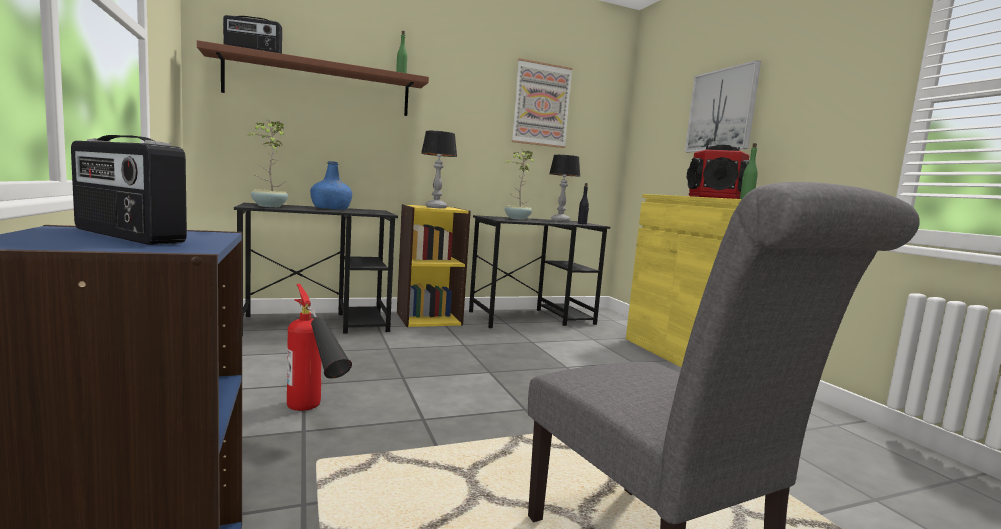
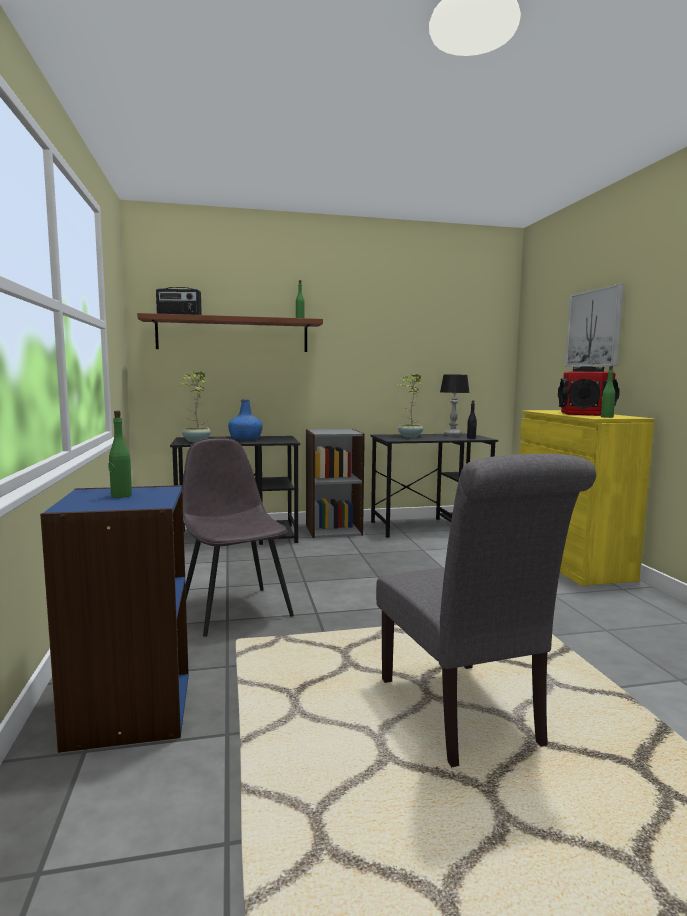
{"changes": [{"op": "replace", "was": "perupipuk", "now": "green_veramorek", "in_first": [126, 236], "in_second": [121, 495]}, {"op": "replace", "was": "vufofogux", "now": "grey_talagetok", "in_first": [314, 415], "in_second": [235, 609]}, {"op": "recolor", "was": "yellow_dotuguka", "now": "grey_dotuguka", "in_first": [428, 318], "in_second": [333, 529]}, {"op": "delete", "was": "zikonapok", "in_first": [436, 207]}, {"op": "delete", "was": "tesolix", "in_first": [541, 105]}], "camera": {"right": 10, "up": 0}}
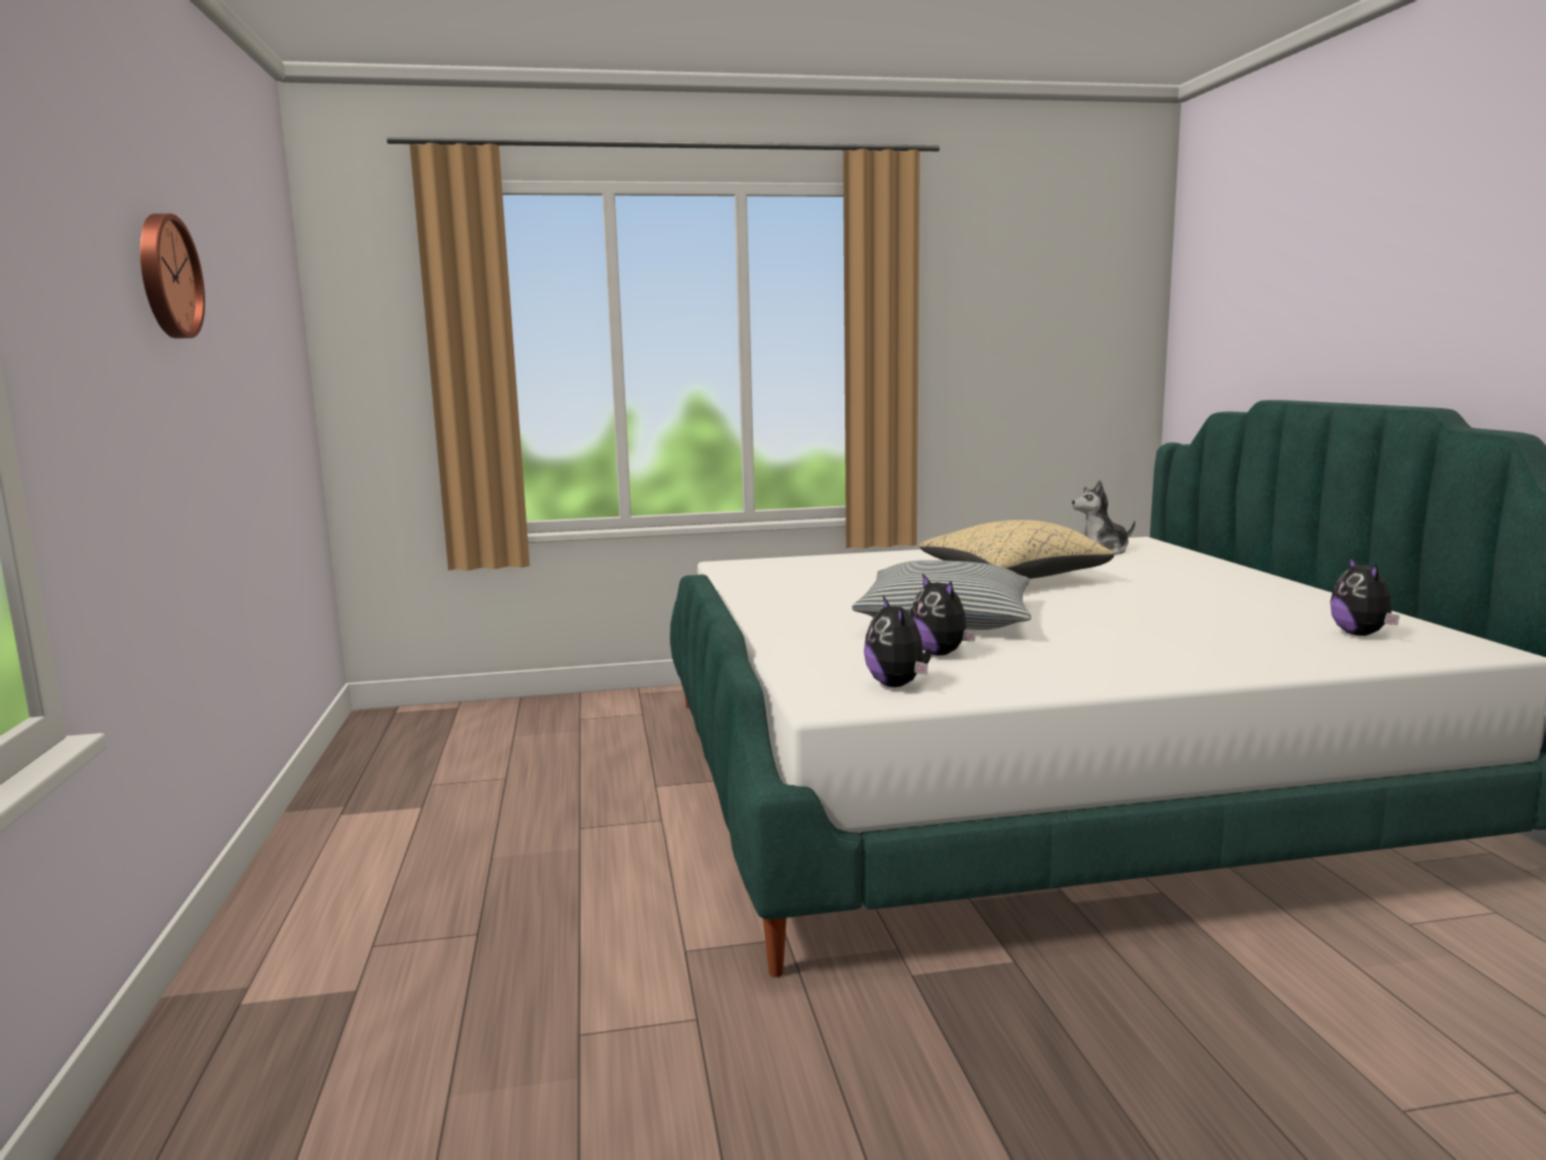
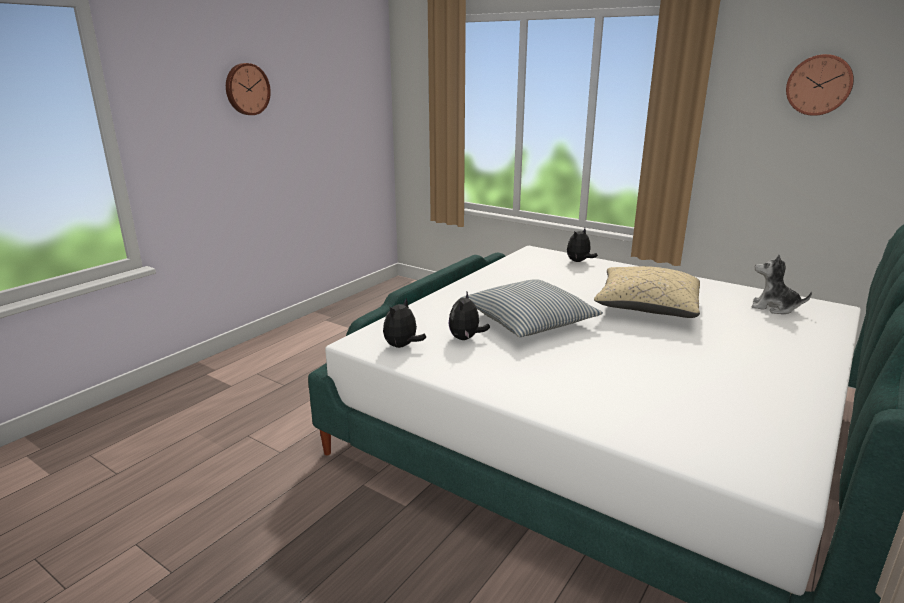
{"changes": [{"op": "move", "was": "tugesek", "in_first": [1361, 634], "in_second": [579, 261]}, {"op": "insert", "now": "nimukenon", "in_second": [819, 85]}], "camera": {"right": 45, "up": 10}}
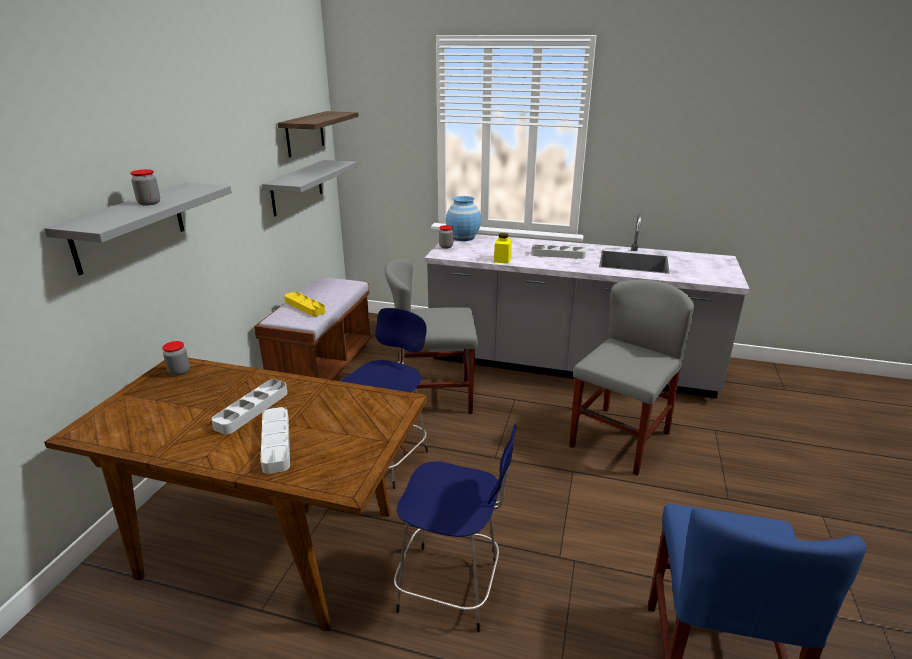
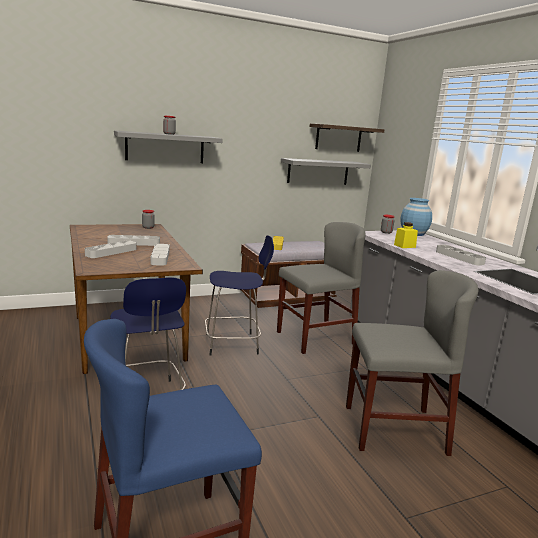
{"changes": [{"op": "rotate", "was": "grey_talagetok", "in_first": [433, 397], "in_second": [315, 338], "clockwise": 105}, {"op": "insert", "now": "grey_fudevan", "in_second": [160, 257]}], "camera": {"right": 50, "up": -10}}
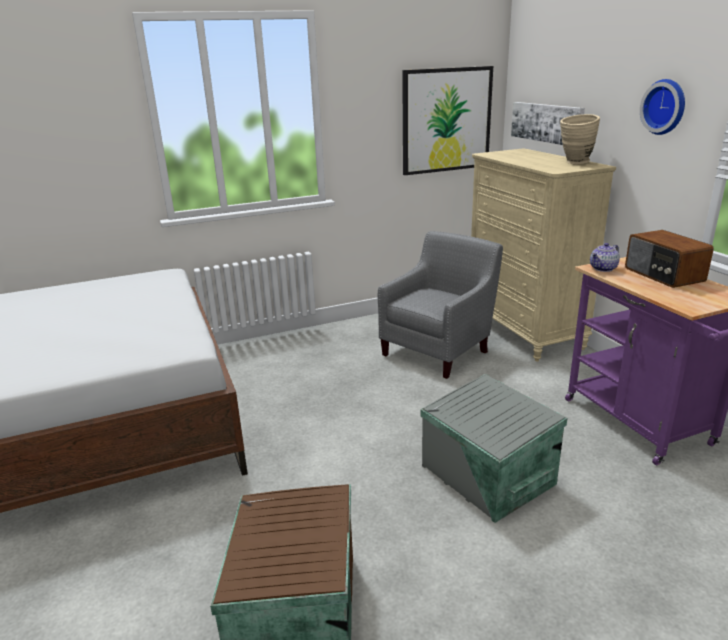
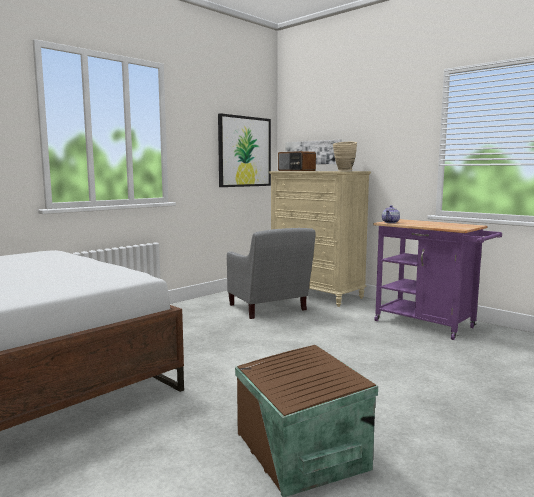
{"changes": [{"op": "rotate", "was": "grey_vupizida", "in_first": [439, 350], "in_second": [268, 309], "clockwise": 135}, {"op": "delete", "was": "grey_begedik", "in_first": [487, 476]}, {"op": "move", "was": "perupipuk", "in_first": [663, 275], "in_second": [296, 171]}, {"op": "delete", "was": "nimukenon", "in_first": [665, 107]}], "camera": {"right": -25, "up": -15}}
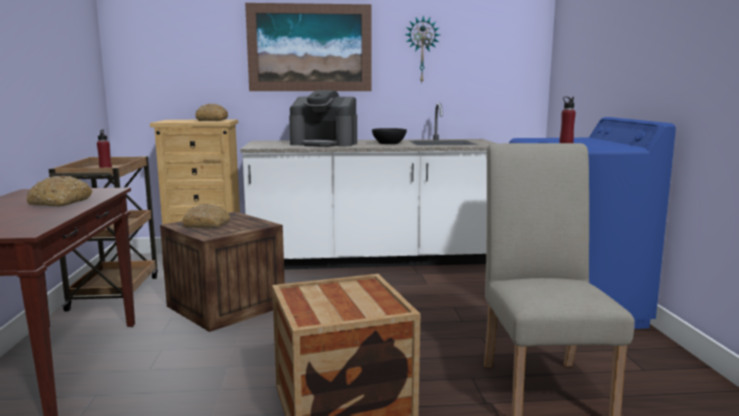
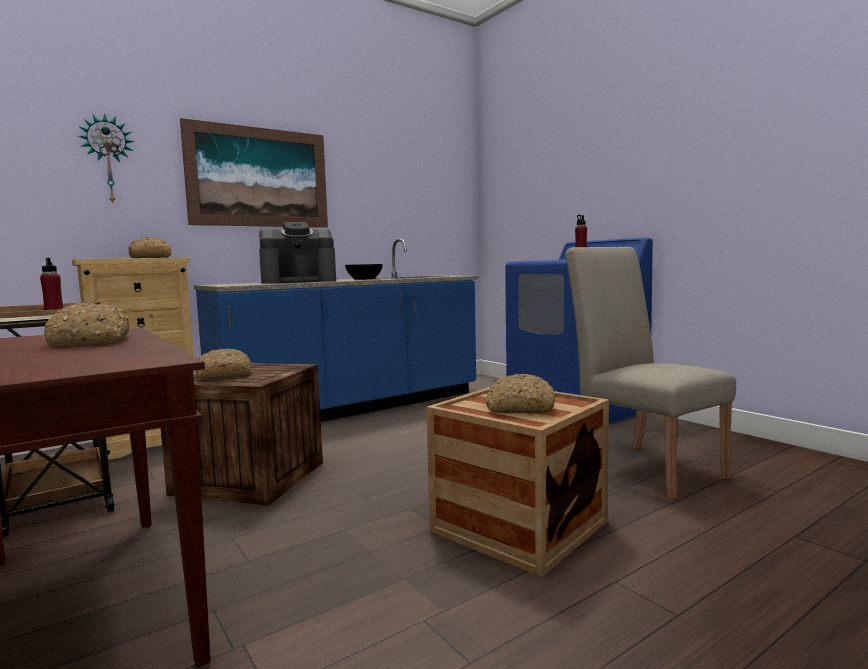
{"changes": [{"op": "recolor", "was": "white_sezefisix", "now": "blue_sezefisix", "in_first": [372, 260], "in_second": [352, 408]}, {"op": "move", "was": "nimukenon", "in_first": [422, 50], "in_second": [108, 160]}, {"op": "insert", "now": "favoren", "in_second": [519, 408]}], "camera": {"right": -30, "up": -5}}
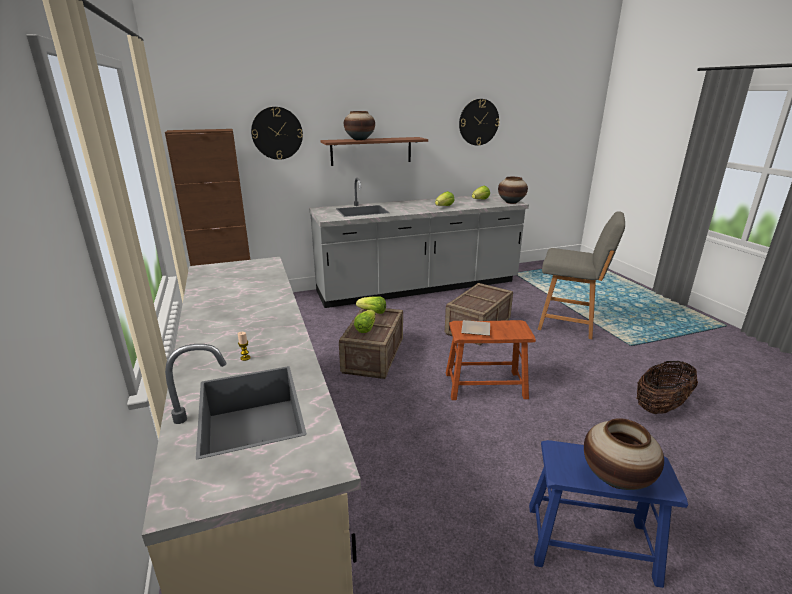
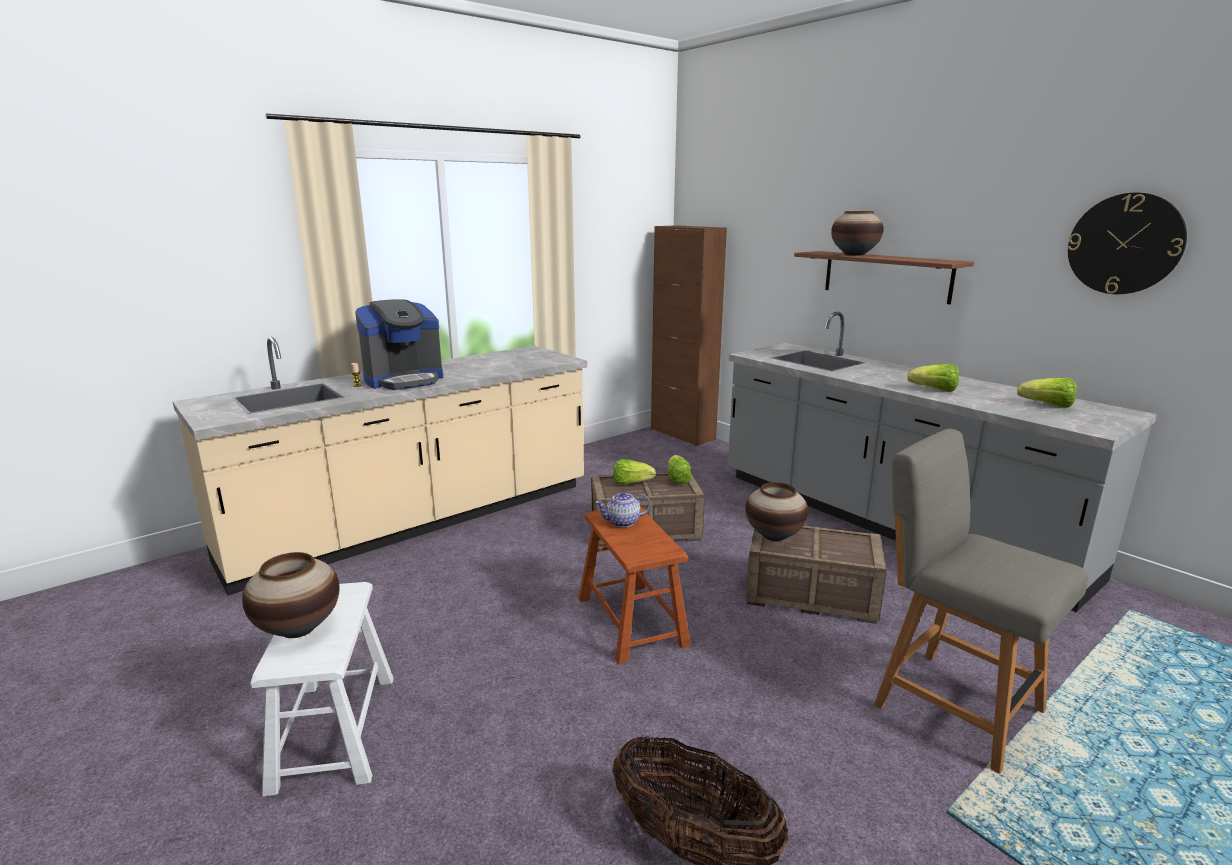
{"changes": [{"op": "delete", "was": "nimukenon", "in_first": [277, 133]}, {"op": "replace", "was": "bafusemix", "now": "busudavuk", "in_first": [476, 329], "in_second": [623, 522]}, {"op": "move", "was": "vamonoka", "in_first": [511, 202], "in_second": [774, 536]}, {"op": "recolor", "was": "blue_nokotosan", "now": "white_nokotosan", "in_first": [590, 542], "in_second": [334, 731]}, {"op": "rotate", "was": "grey_talagetok", "in_first": [569, 324], "in_second": [952, 704], "clockwise": 135}, {"op": "insert", "now": "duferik", "in_second": [404, 380]}], "camera": {"right": 70, "up": -5}}
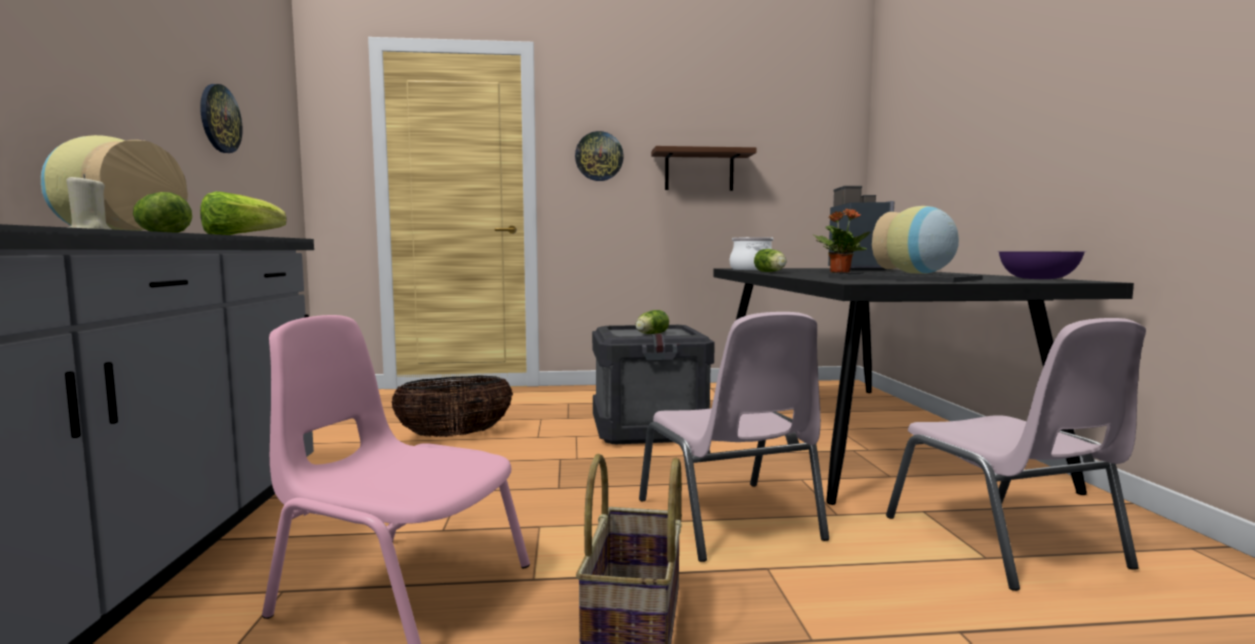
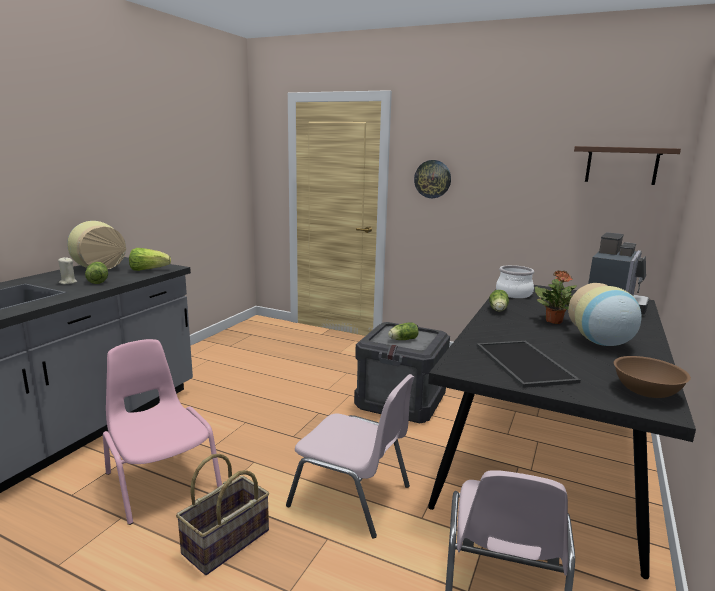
{"changes": [{"op": "delete", "was": "nimukenon", "in_first": [219, 119]}, {"op": "delete", "was": "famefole", "in_first": [455, 435]}, {"op": "rotate", "was": "pink_talagetok", "in_first": [729, 520], "in_second": [352, 496], "clockwise": -75}, {"op": "move", "was": "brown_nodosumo", "in_first": [699, 171], "in_second": [621, 165]}, {"op": "recolor", "was": "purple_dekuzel", "now": "brown_dekuzel", "in_first": [1039, 279], "in_second": [646, 391]}], "camera": {"right": 30, "up": 10}}
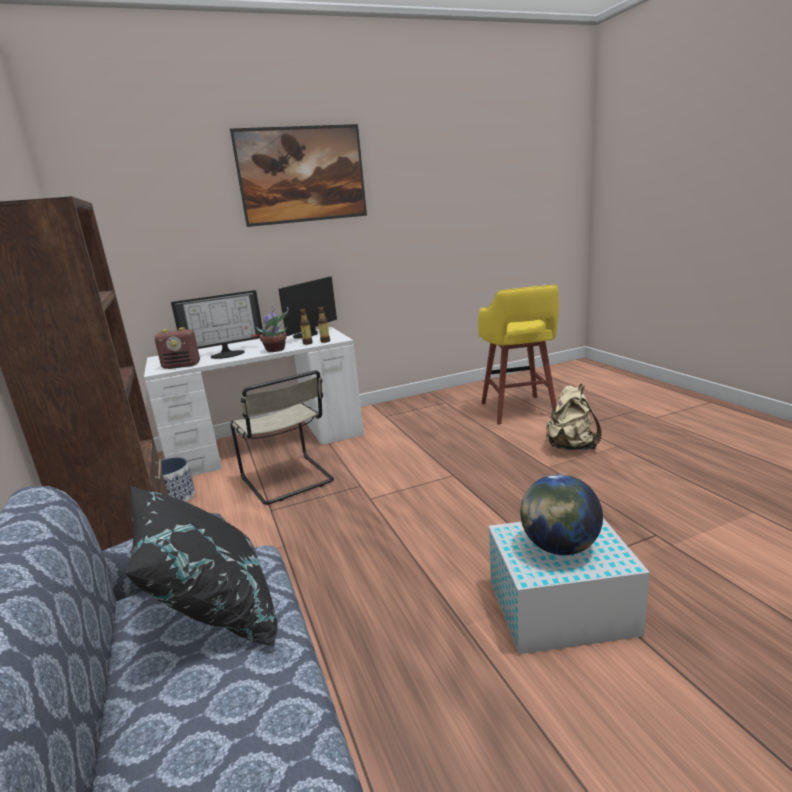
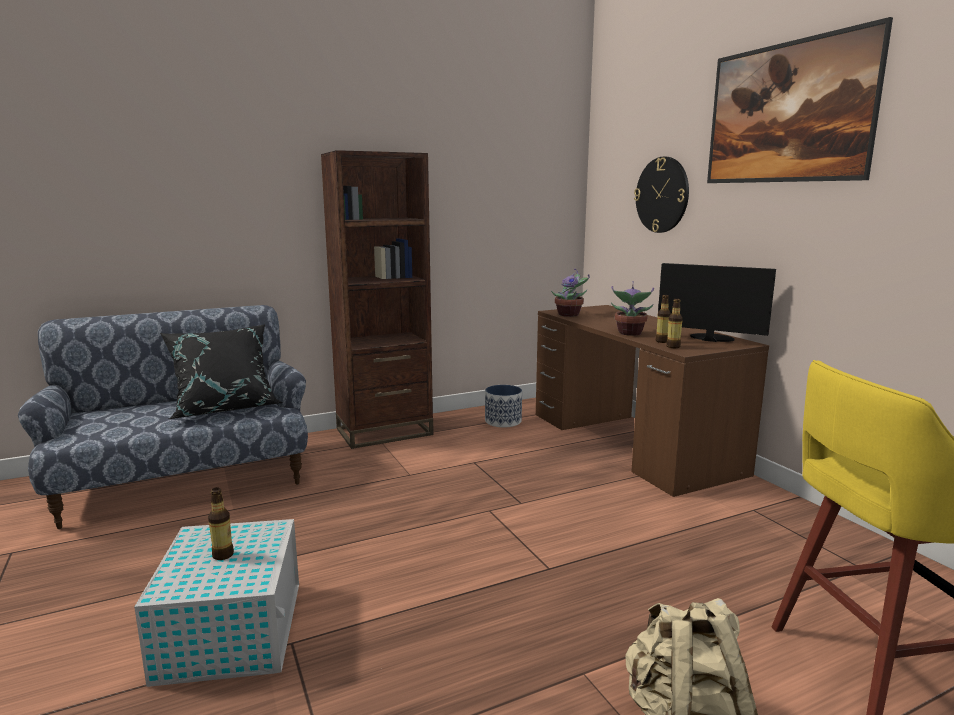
{"changes": [{"op": "recolor", "was": "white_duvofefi", "now": "brown_duvofefi", "in_first": [267, 442], "in_second": [630, 442]}, {"op": "replace", "was": "perupipuk", "now": "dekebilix", "in_first": [182, 366], "in_second": [570, 315]}, {"op": "delete", "was": "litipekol", "in_first": [227, 354]}, {"op": "delete", "was": "beige_talagetok", "in_first": [289, 481]}, {"op": "replace", "was": "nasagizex", "now": "veramorek", "in_first": [559, 547], "in_second": [223, 555]}, {"op": "insert", "now": "nimukenon", "in_second": [662, 195]}], "camera": {"right": 85, "up": -5}}
